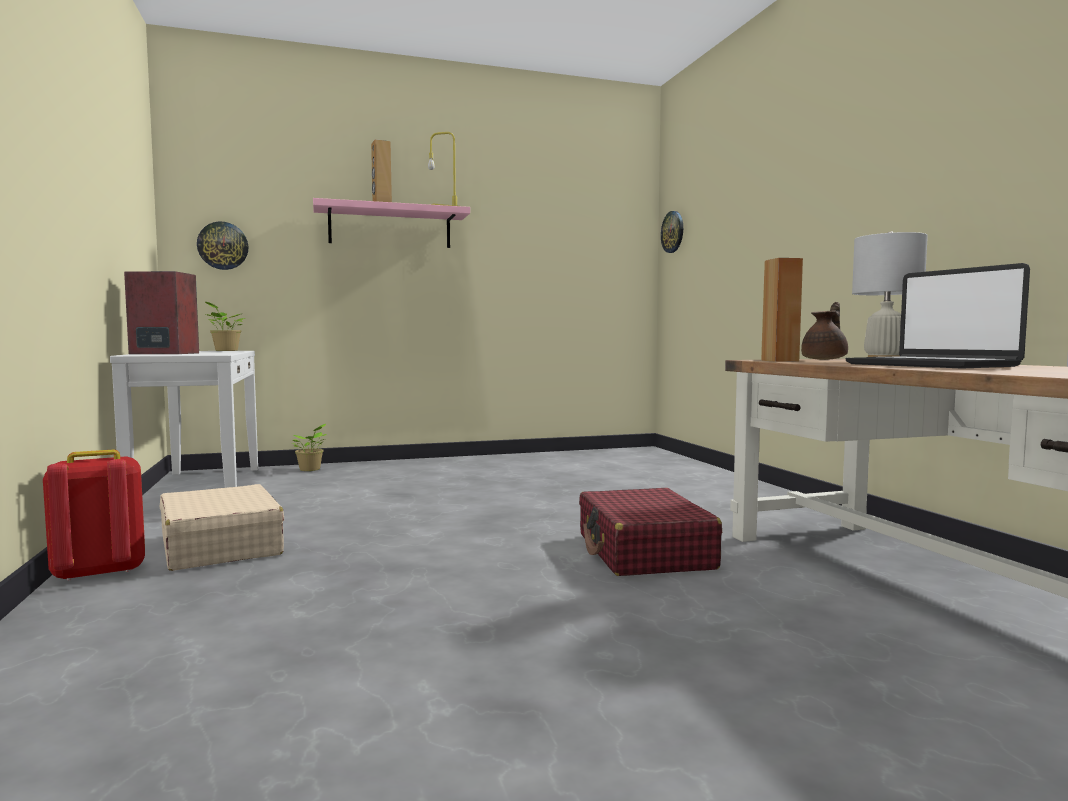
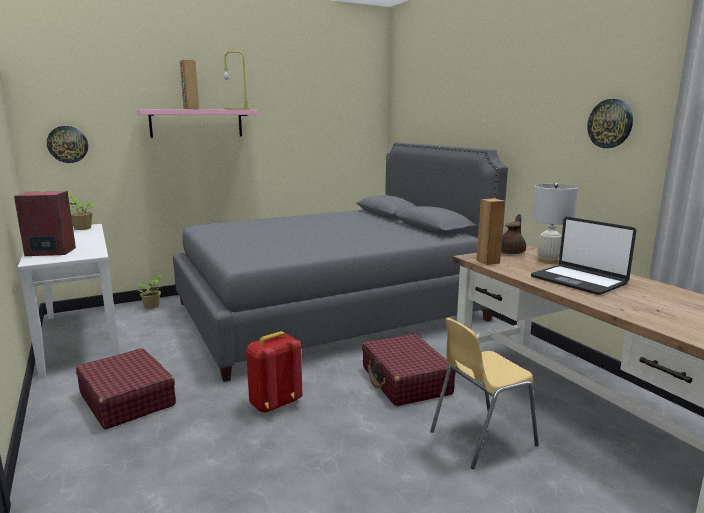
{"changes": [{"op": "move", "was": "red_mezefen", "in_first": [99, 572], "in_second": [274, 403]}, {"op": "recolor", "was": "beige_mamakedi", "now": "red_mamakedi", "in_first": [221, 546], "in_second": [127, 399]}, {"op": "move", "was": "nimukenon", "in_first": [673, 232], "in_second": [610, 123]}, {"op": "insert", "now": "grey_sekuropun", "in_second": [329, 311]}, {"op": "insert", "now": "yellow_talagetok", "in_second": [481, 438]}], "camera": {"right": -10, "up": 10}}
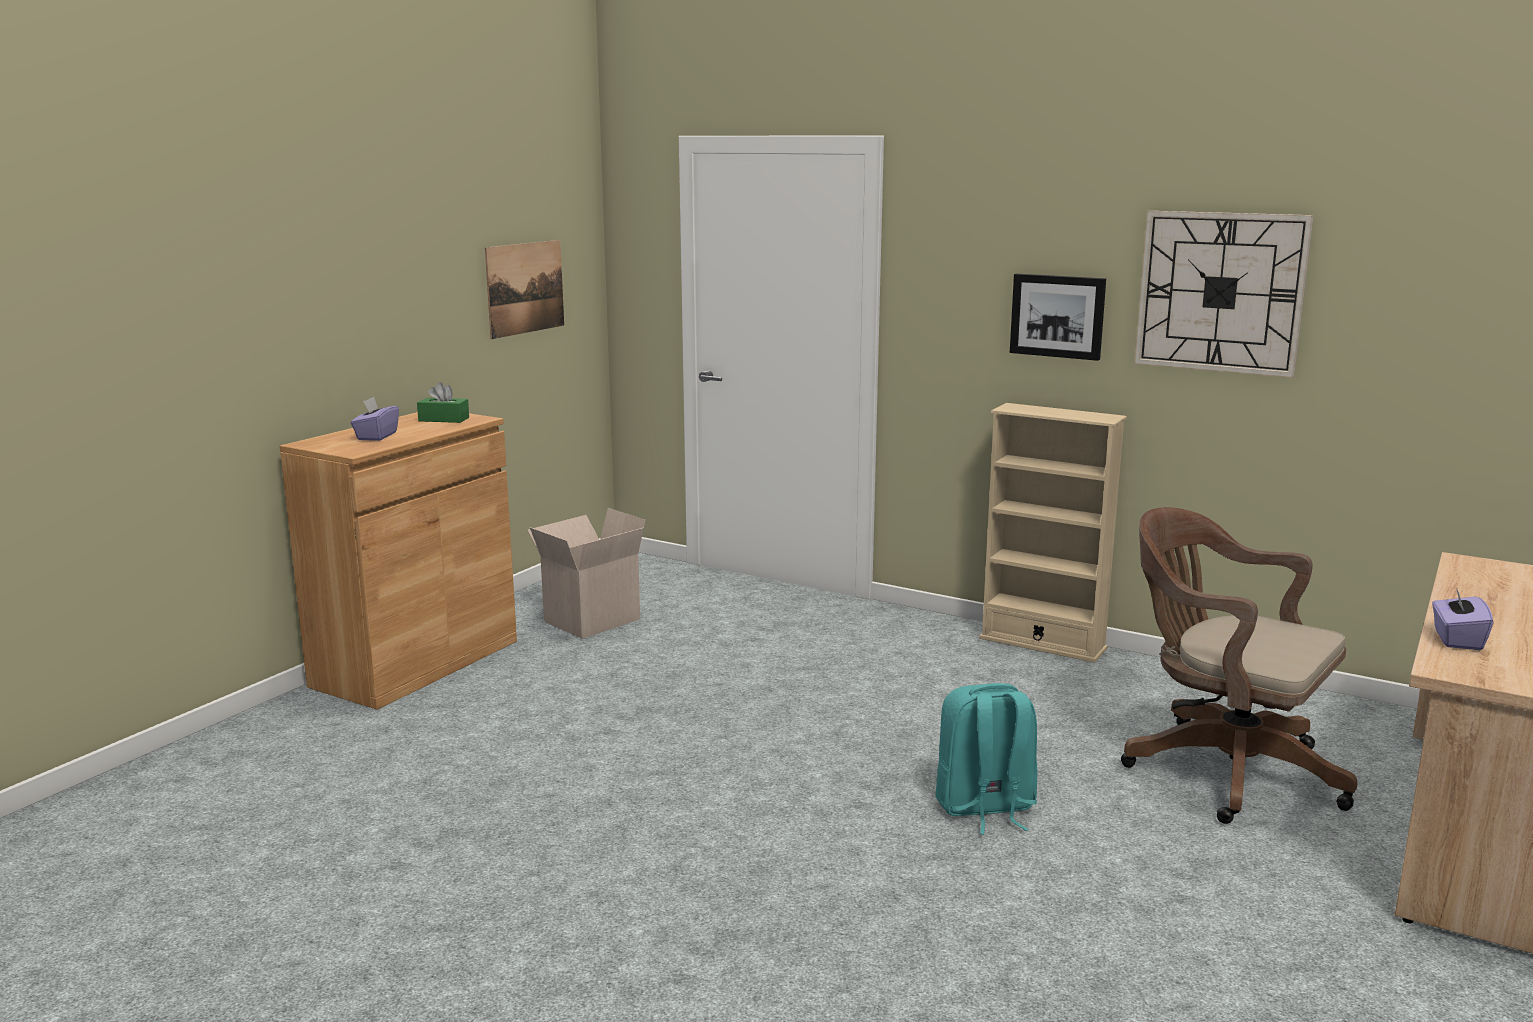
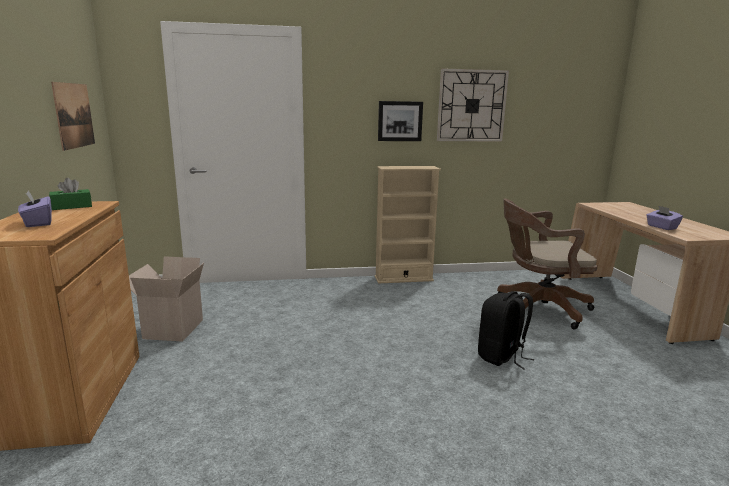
{"changes": [{"op": "recolor", "was": "turquoise_mezefen", "now": "black_mezefen", "in_first": [985, 808], "in_second": [502, 357]}], "camera": {"right": -40, "up": 0}}
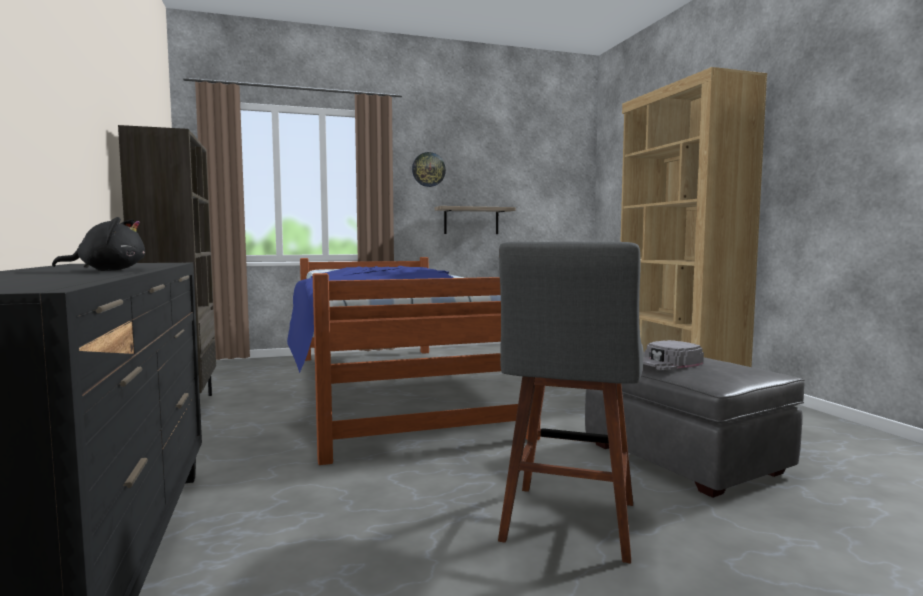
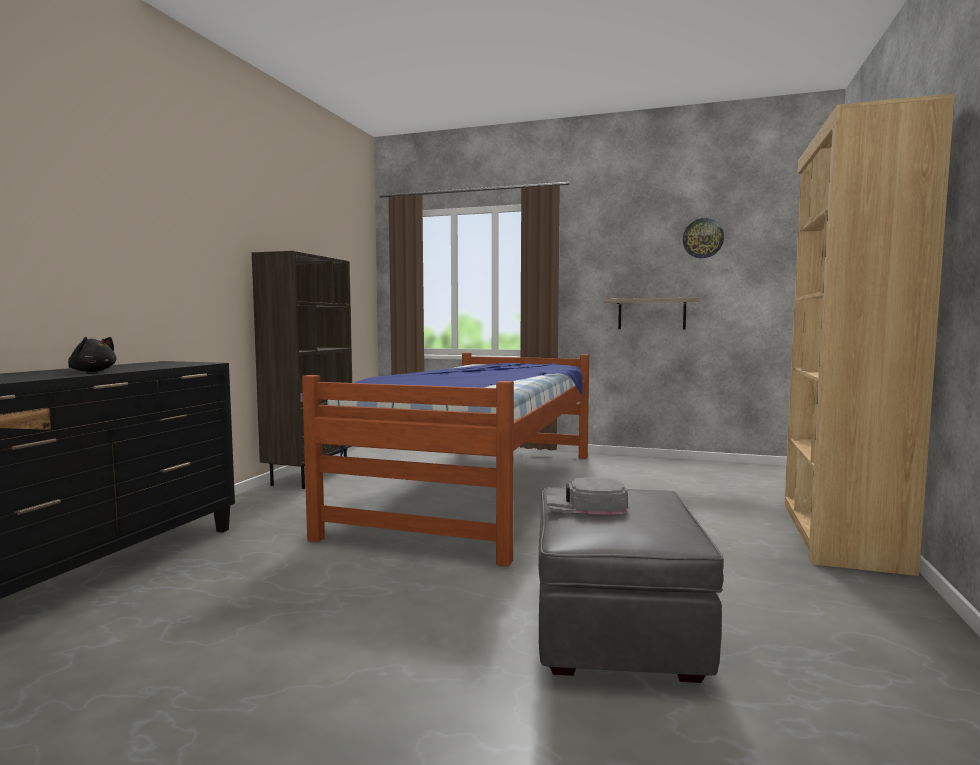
{"changes": [{"op": "move", "was": "nimukenon", "in_first": [428, 169], "in_second": [703, 238]}, {"op": "delete", "was": "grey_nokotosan", "in_first": [568, 525]}], "camera": {"right": 35, "up": 0}}
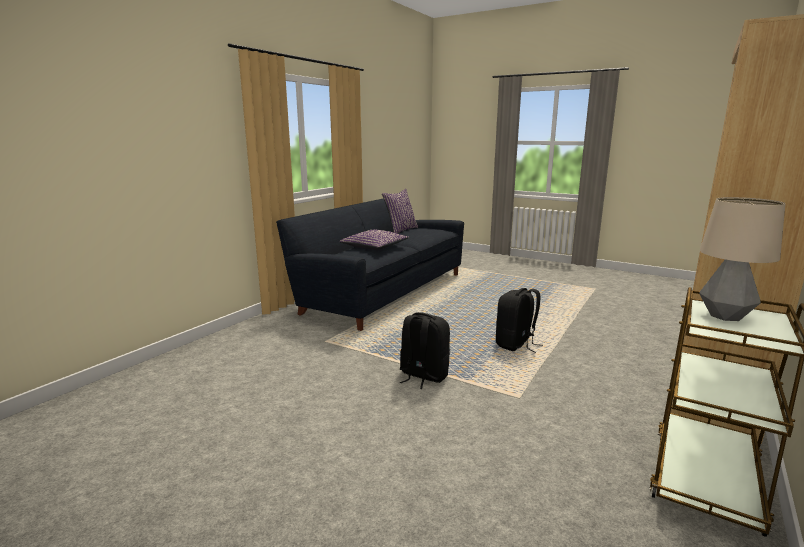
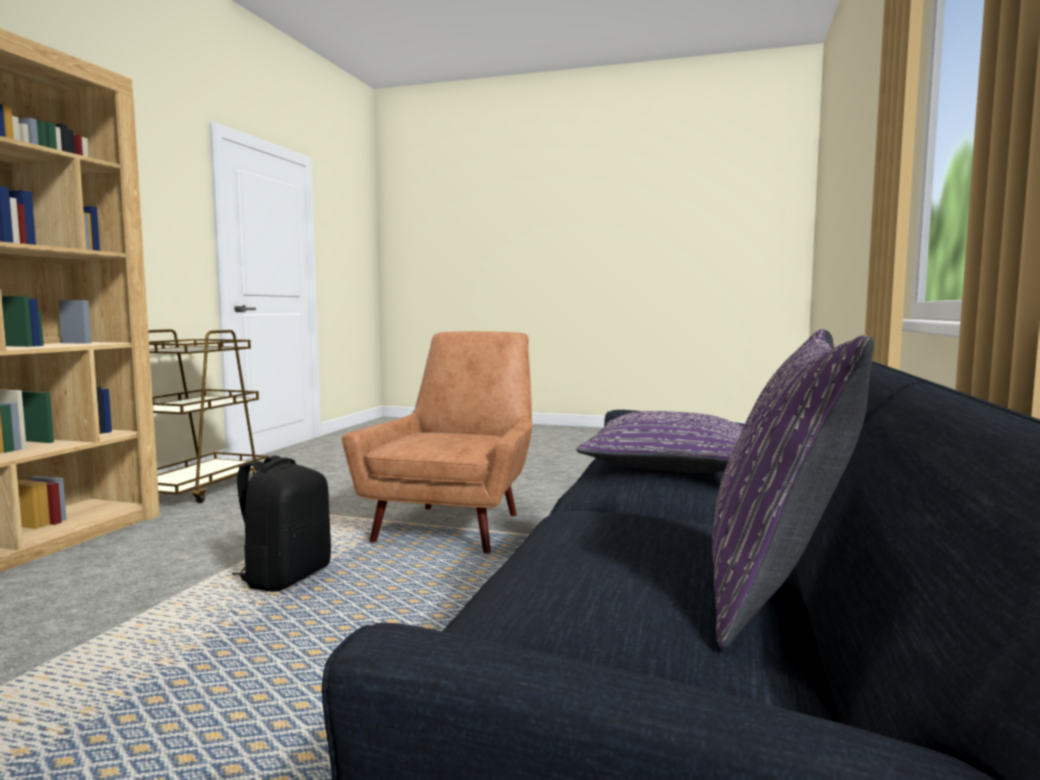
{"changes": [{"op": "replace", "was": "black_mezefen", "now": "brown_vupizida", "in_first": [423, 375], "in_second": [456, 523]}, {"op": "delete", "was": "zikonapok", "in_first": [724, 316]}], "camera": {"right": 165, "up": -10}}
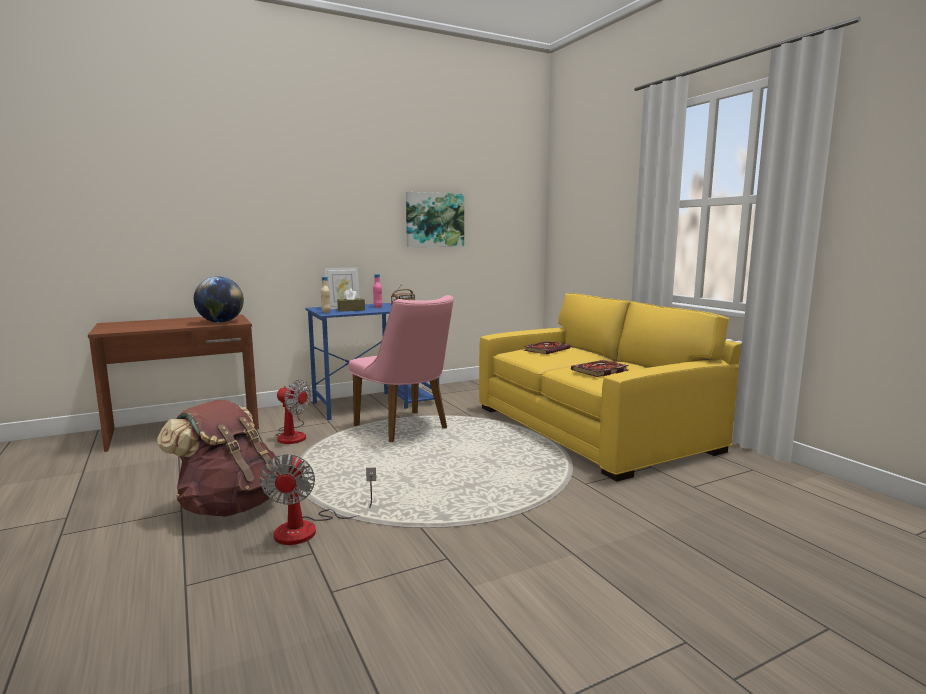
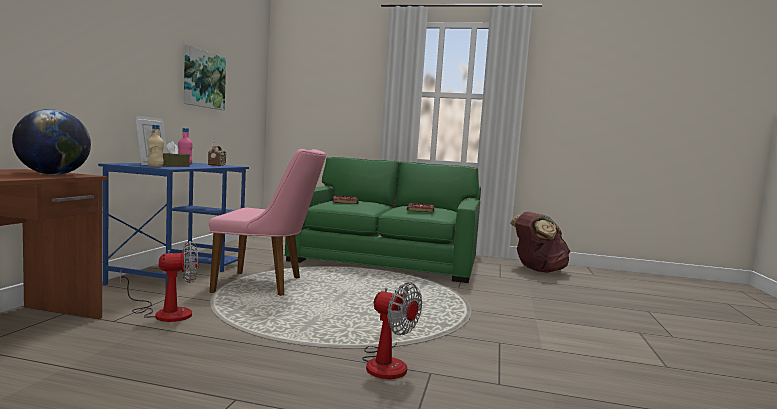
{"changes": [{"op": "move", "was": "brown_mezefen", "in_first": [229, 506], "in_second": [538, 270]}, {"op": "recolor", "was": "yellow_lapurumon", "now": "green_lapurumon", "in_first": [592, 427], "in_second": [387, 260]}], "camera": {"right": -50, "up": -5}}
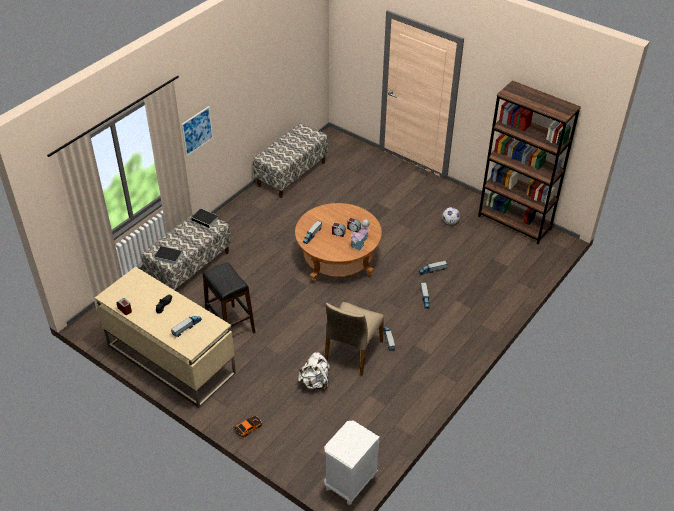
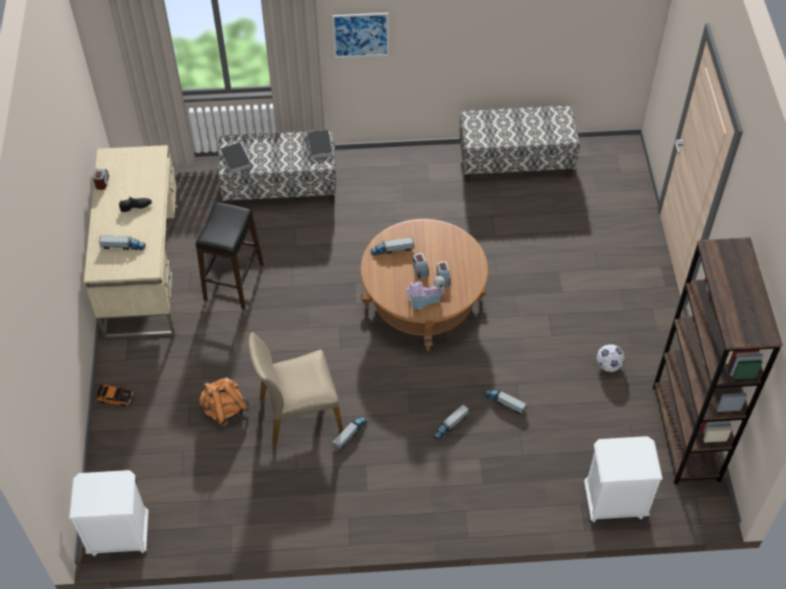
{"changes": [{"op": "recolor", "was": "white_mezefen", "now": "orange_mezefen", "in_first": [315, 382], "in_second": [225, 410]}, {"op": "insert", "now": "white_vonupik", "in_second": [614, 503]}], "camera": {"right": 50, "up": 10}}
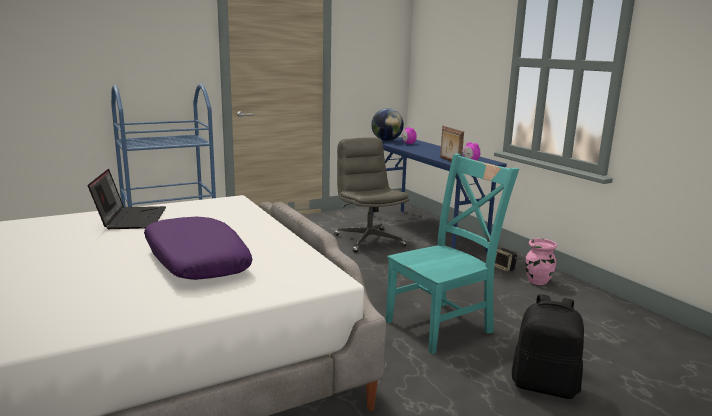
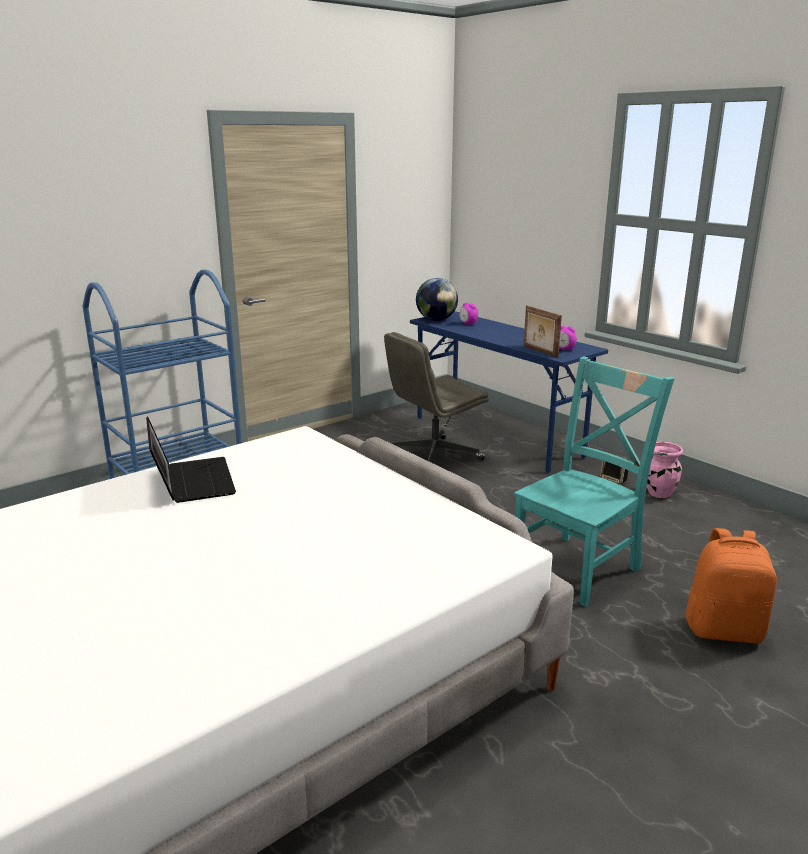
{"changes": [{"op": "delete", "was": "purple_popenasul", "in_first": [195, 261]}, {"op": "rotate", "was": "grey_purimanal", "in_first": [368, 240], "in_second": [434, 456], "clockwise": -90}, {"op": "recolor", "was": "black_mezefen", "now": "orange_mezefen", "in_first": [545, 385], "in_second": [724, 630]}], "camera": {"right": -10, "up": 5}}
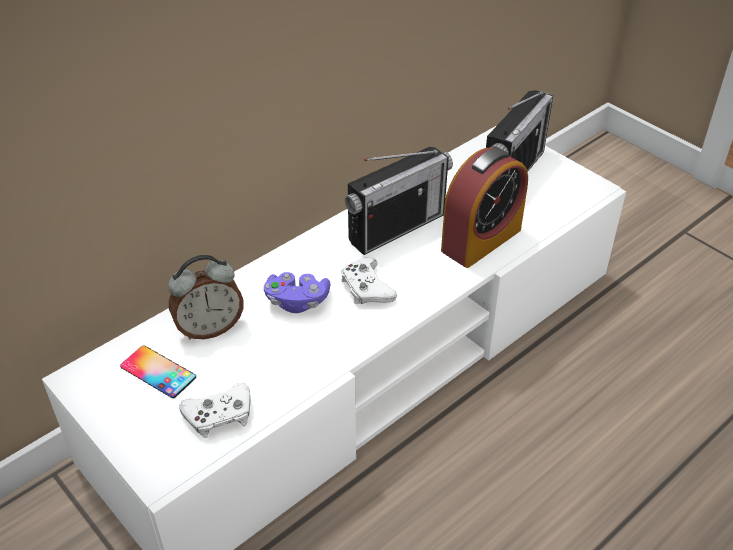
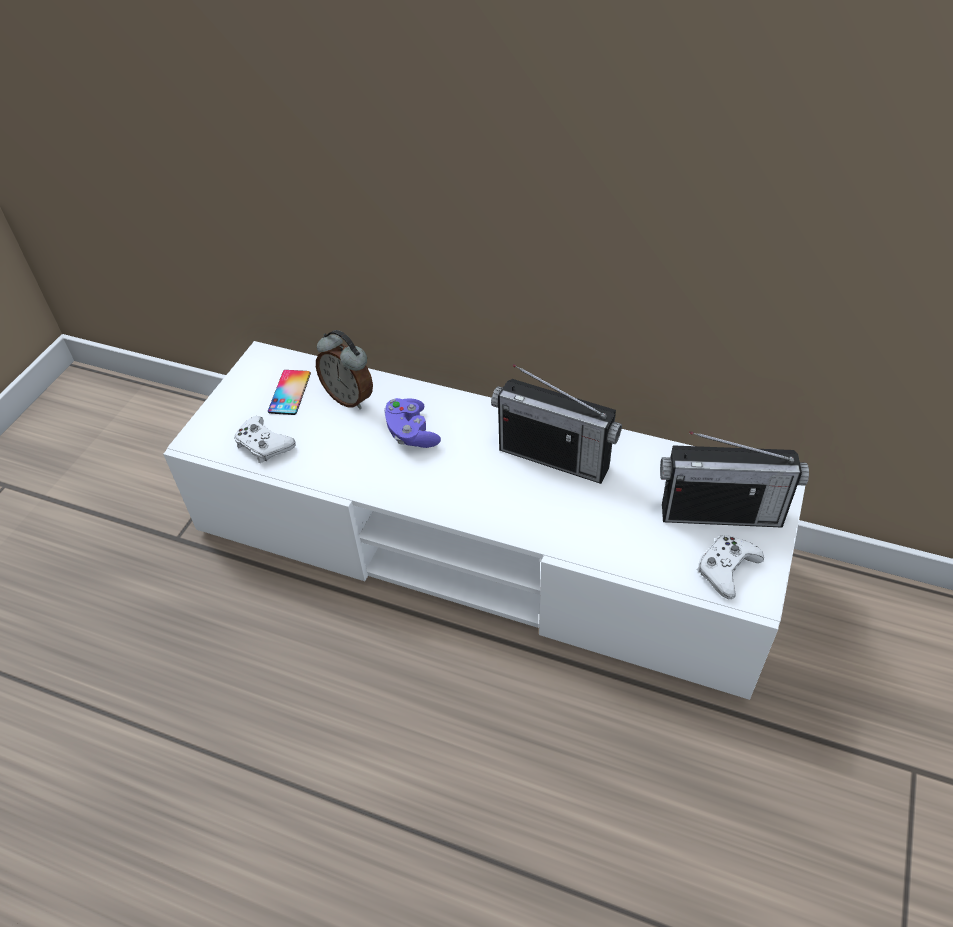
{"changes": [{"op": "move", "was": "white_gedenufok", "in_first": [366, 288], "in_second": [726, 569]}, {"op": "delete", "was": "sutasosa", "in_first": [481, 240]}], "camera": {"right": 65, "up": 5}}
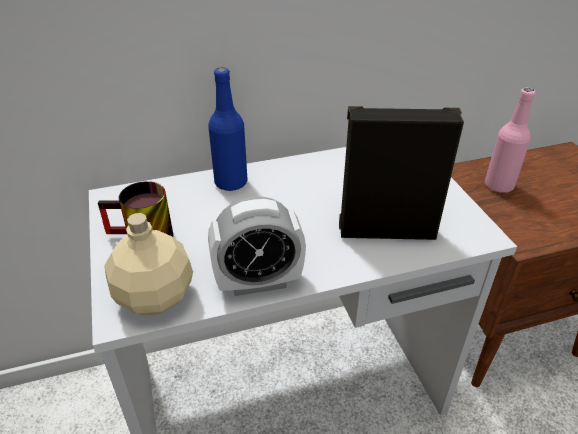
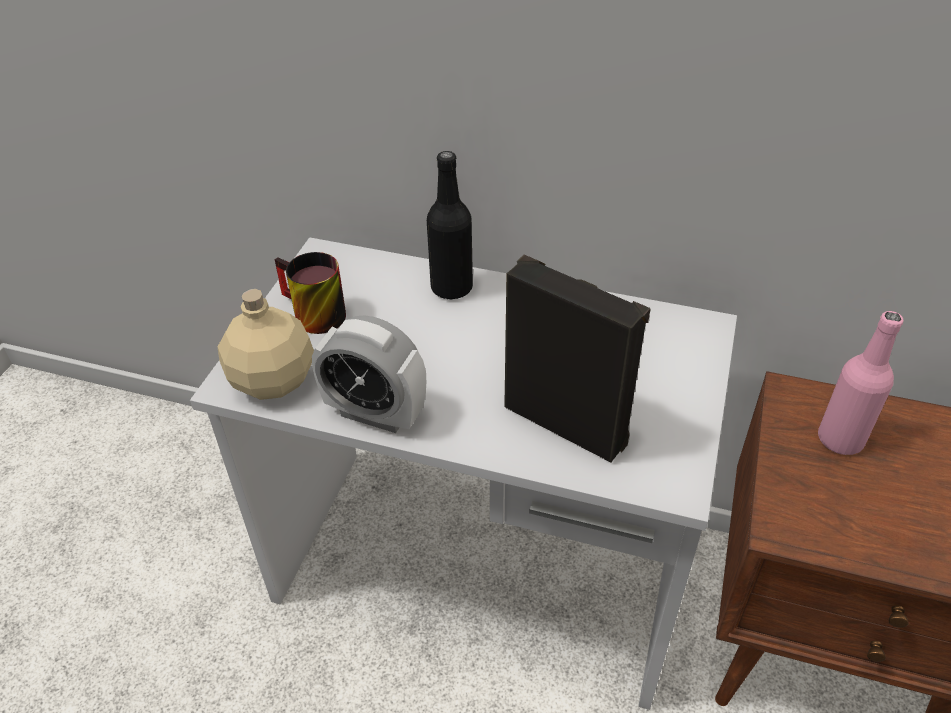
{"changes": [{"op": "recolor", "was": "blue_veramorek", "now": "black_veramorek", "in_first": [231, 182], "in_second": [451, 288]}], "camera": {"right": 35, "up": 5}}
